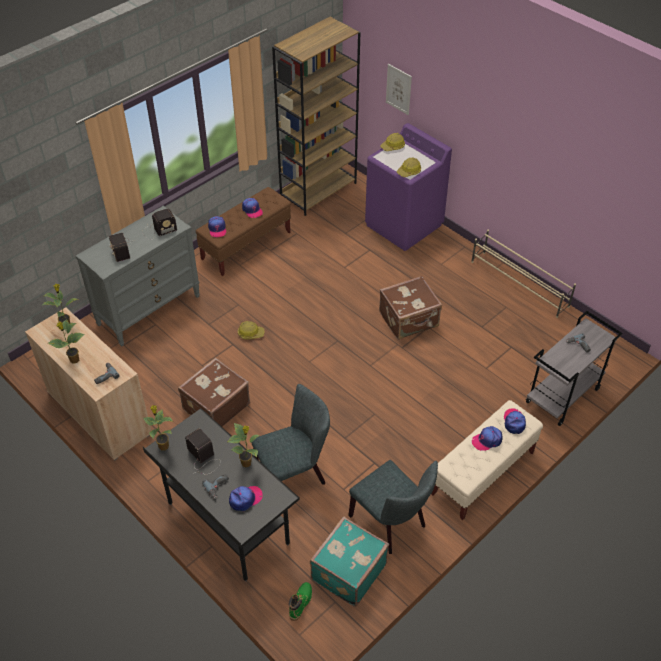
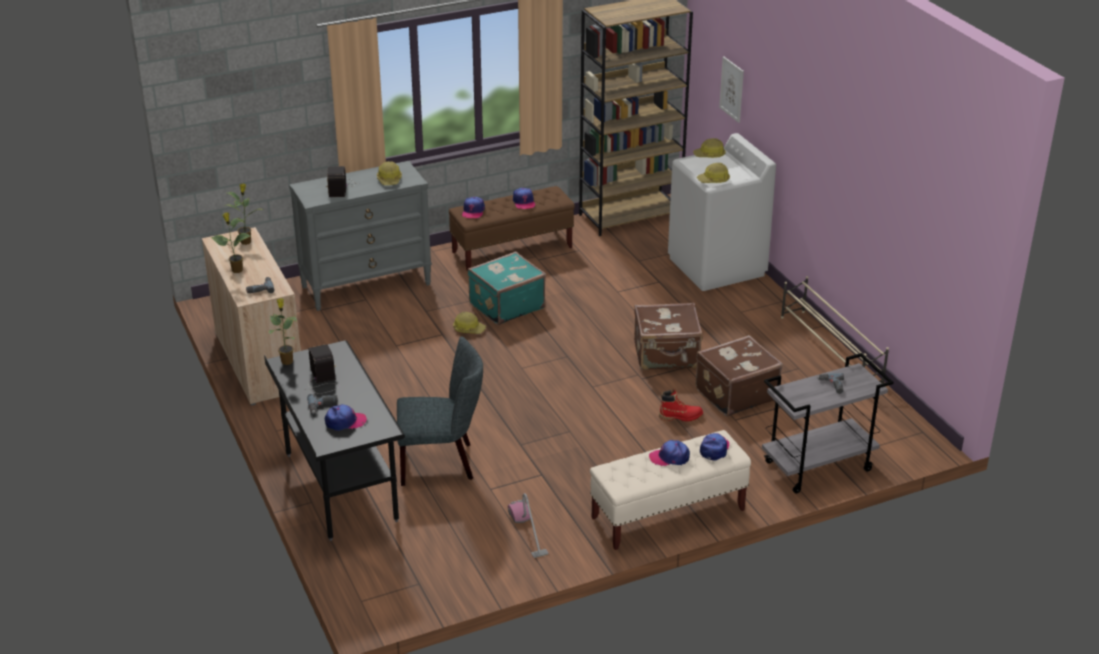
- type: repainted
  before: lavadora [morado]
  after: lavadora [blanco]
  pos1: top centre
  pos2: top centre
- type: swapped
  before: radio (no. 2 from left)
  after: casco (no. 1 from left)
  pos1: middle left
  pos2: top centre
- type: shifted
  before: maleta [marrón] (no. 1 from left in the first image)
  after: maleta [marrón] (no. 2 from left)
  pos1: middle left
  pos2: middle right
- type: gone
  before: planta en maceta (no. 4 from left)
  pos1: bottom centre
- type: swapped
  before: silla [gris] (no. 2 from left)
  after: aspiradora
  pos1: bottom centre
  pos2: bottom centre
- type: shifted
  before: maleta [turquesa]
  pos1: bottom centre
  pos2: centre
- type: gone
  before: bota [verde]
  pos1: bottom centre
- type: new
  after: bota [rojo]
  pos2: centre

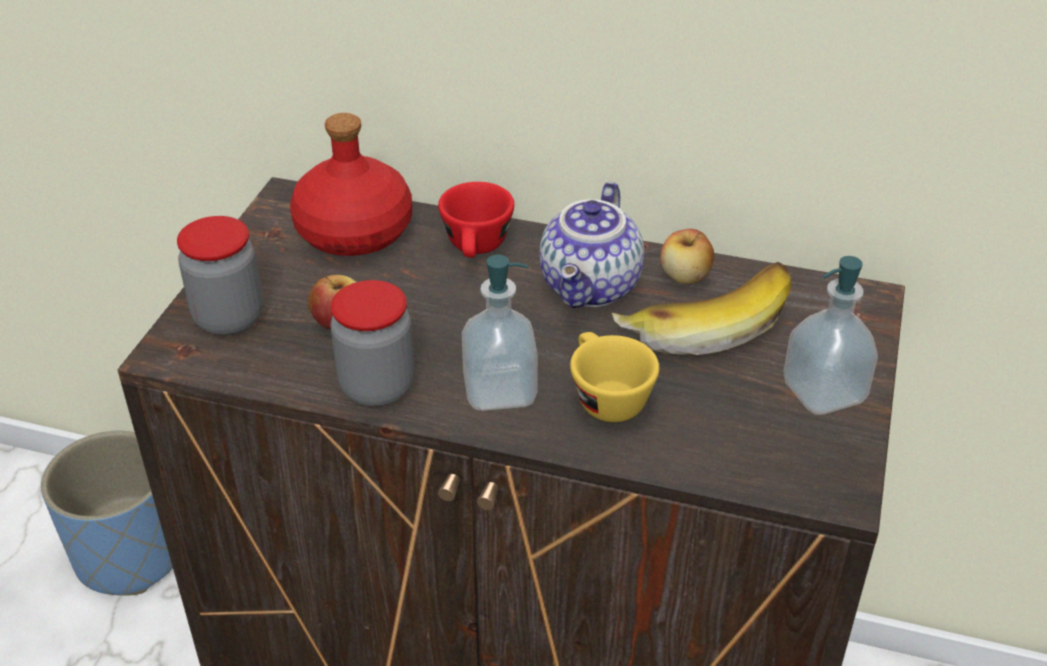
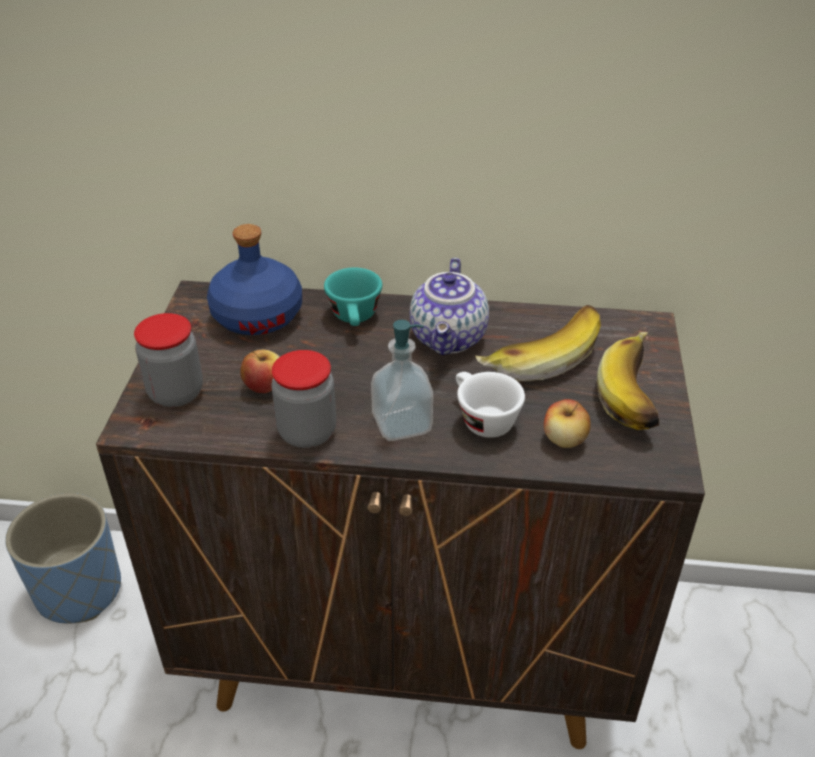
- type: repainted
  before: botella [rojo]
  after: botella [azul]
  pos1: top centre
  pos2: middle left
- type: repainted
  before: taza [rojo]
  after: taza [turquesa]
  pos1: top centre
  pos2: centre
- type: shifted
  before: manzana (no. 2 from left)
  pos1: centre
  pos2: middle right
- type: swapped
  before: dispensador de jabón (no. 2 from left)
  after: plátano (no. 2 from left)
  pos1: middle right
  pos2: middle right
- type: repainted
  before: taza [amarillo]
  after: taza [blanco]
  pos1: centre
  pos2: centre

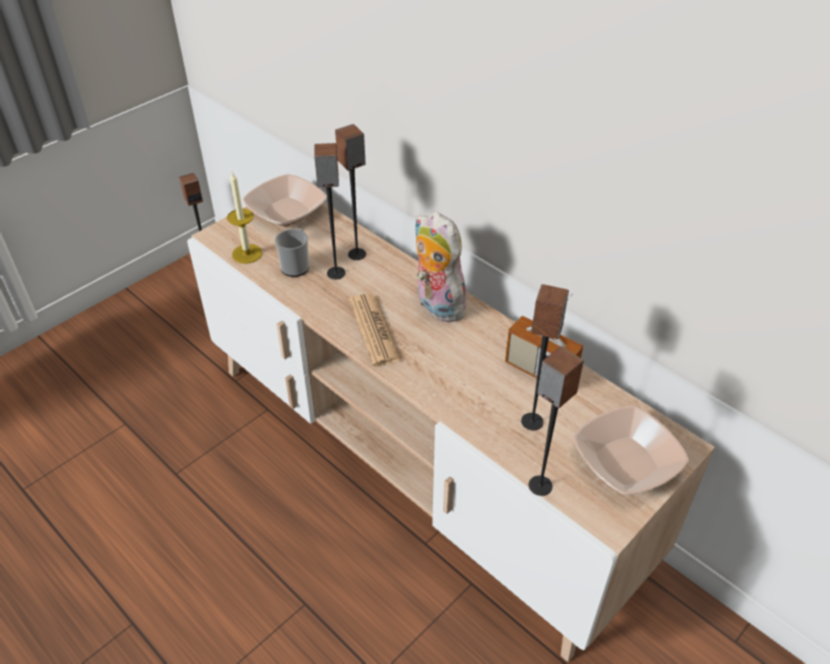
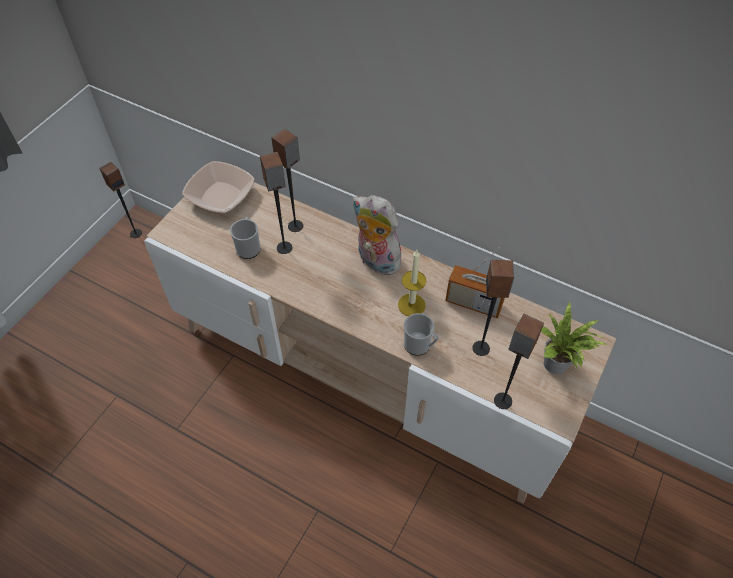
- type: shifted
  before: vela
  pos1: top left
  pos2: centre
- type: gone
  before: periódico
  pos1: centre
- type: swapped
  before: cuenco (no. 2 from left)
  after: planta en maceta
  pos1: bottom right
  pos2: middle right
- type: new
  after: taza grande (no. 2 from left)
  pos2: centre

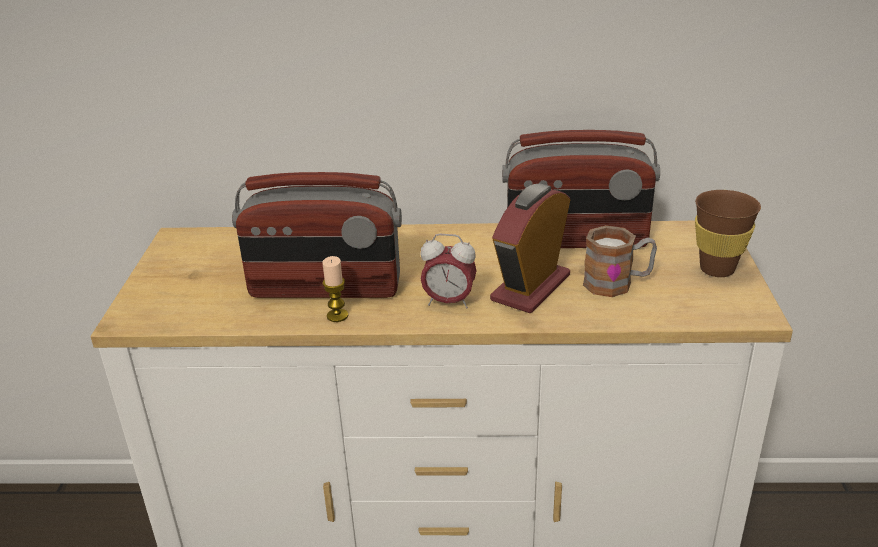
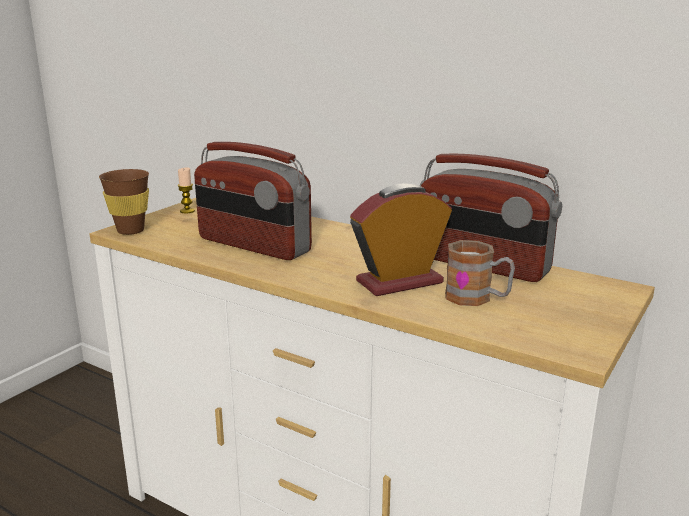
- type: shifted
  before: taza [marrón]
  pos1: middle right
  pos2: middle left
- type: gone
  before: despertador (no. 1 from left)
  pos1: centre
- type: shifted
  before: vela
  pos1: centre
  pos2: middle left

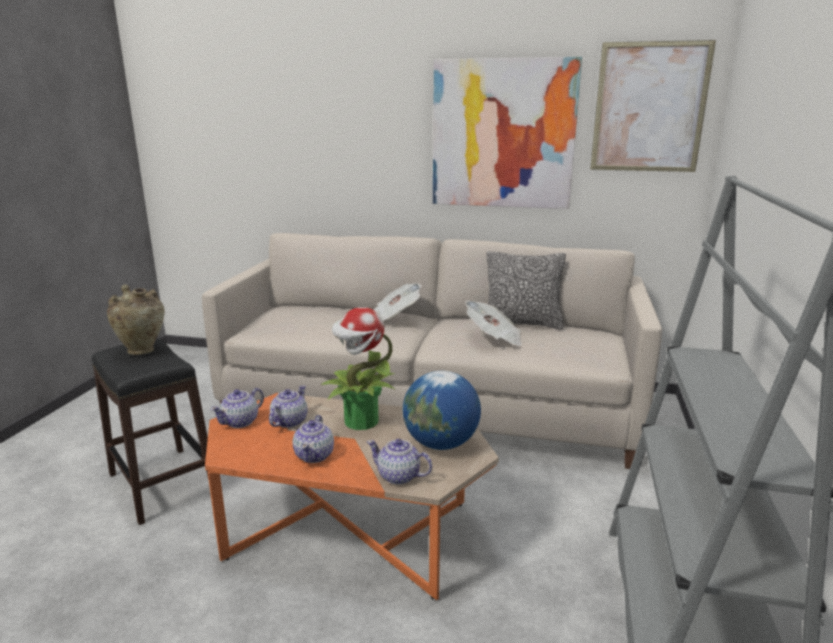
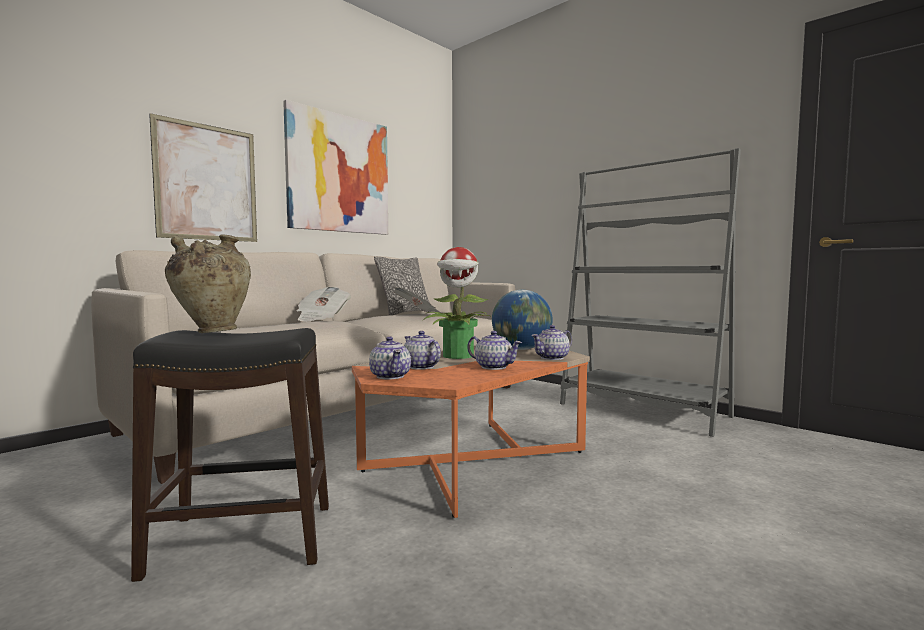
- type: shifted
  before: cuadro (no. 2 from left in the first image)
  after: cuadro (no. 1 from left)
  pos1: top right
  pos2: top left

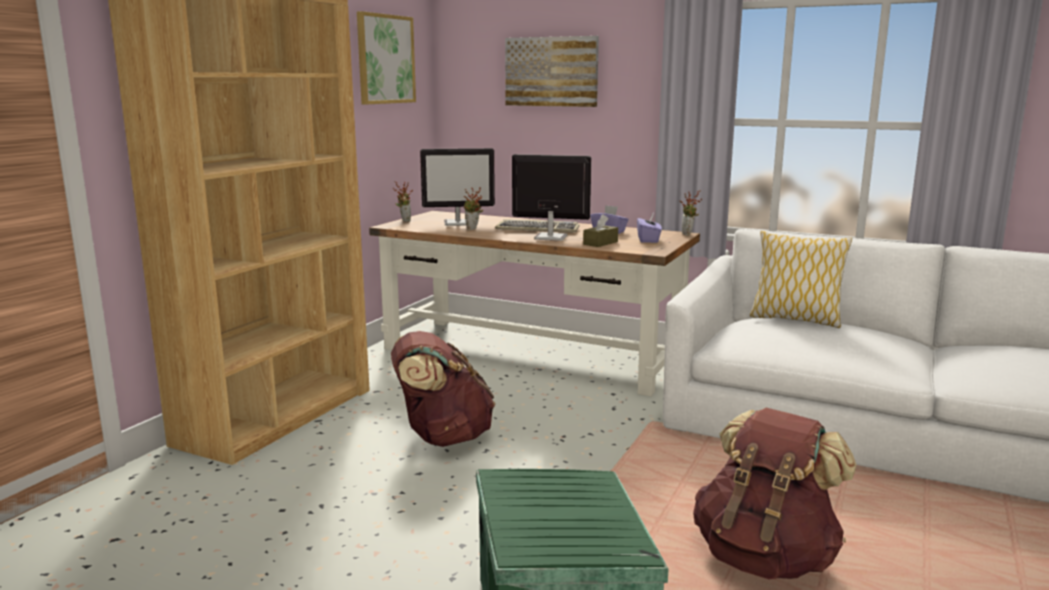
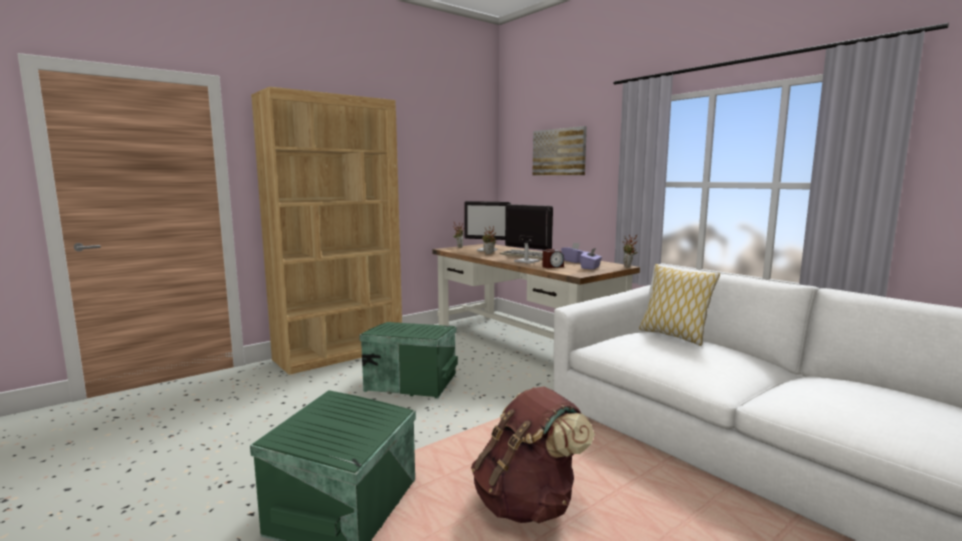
- type: gone
  before: cuadro (no. 1 from left)
  pos1: top centre
- type: swapped
  before: caja de pañuelos [marrón]
  after: despertador
  pos1: centre
  pos2: centre
- type: swapped
  before: mochila [marrón] (no. 1 from left)
  after: caja de almacenaje [verde] (no. 2 from left)
  pos1: centre
  pos2: centre

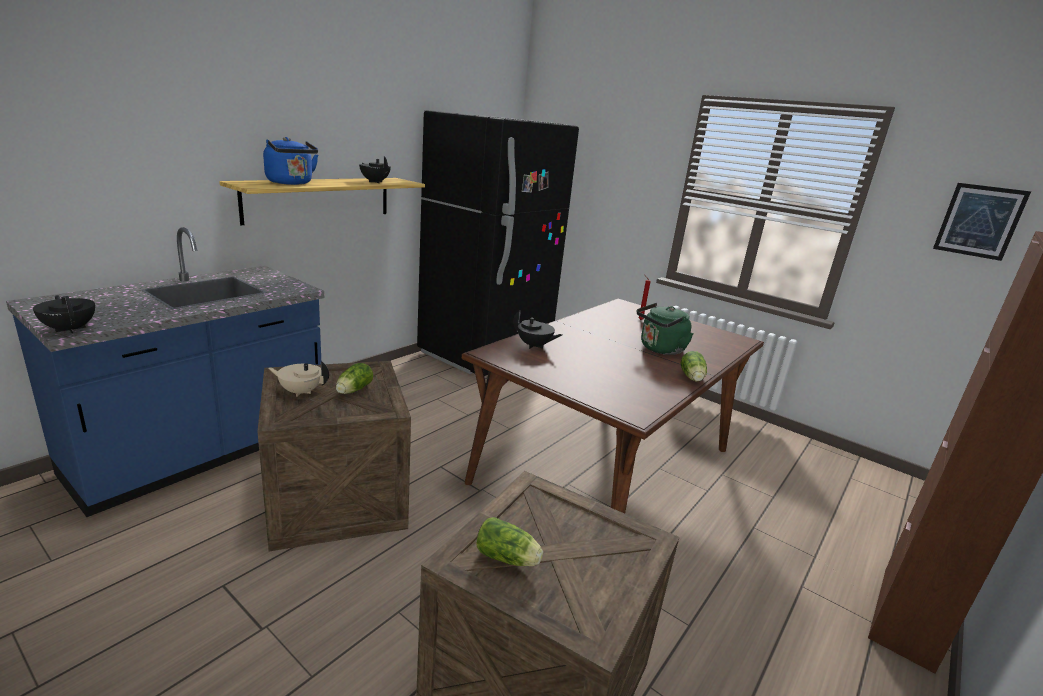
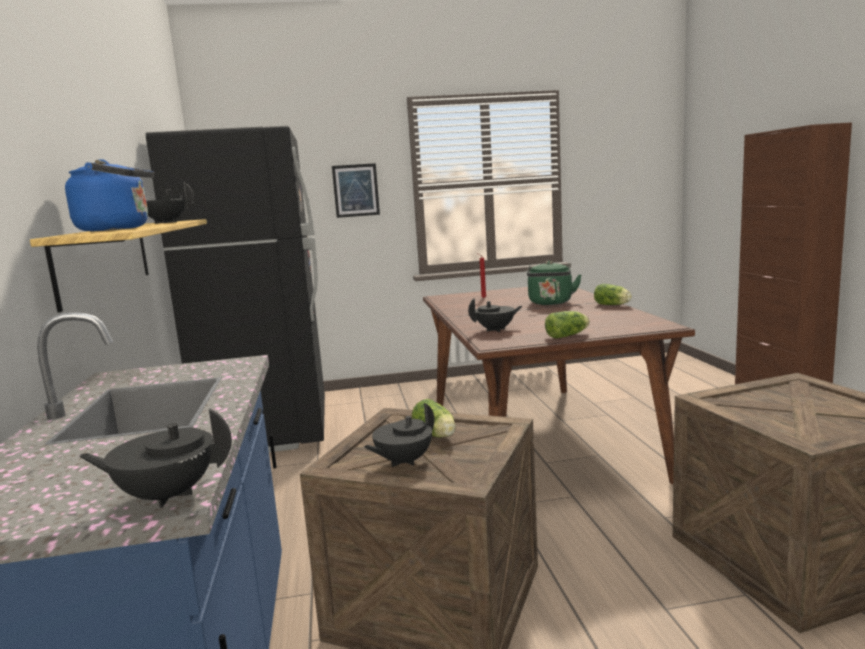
- type: shifted
  before: cuadro
  pos1: top right
  pos2: top centre
- type: repainted
  before: tetera [beis]
  after: tetera [negro] (no. 3 from left)
  pos1: middle left
  pos2: bottom centre
- type: shifted
  before: lechuga (no. 2 from left)
  pos1: bottom centre
  pos2: centre

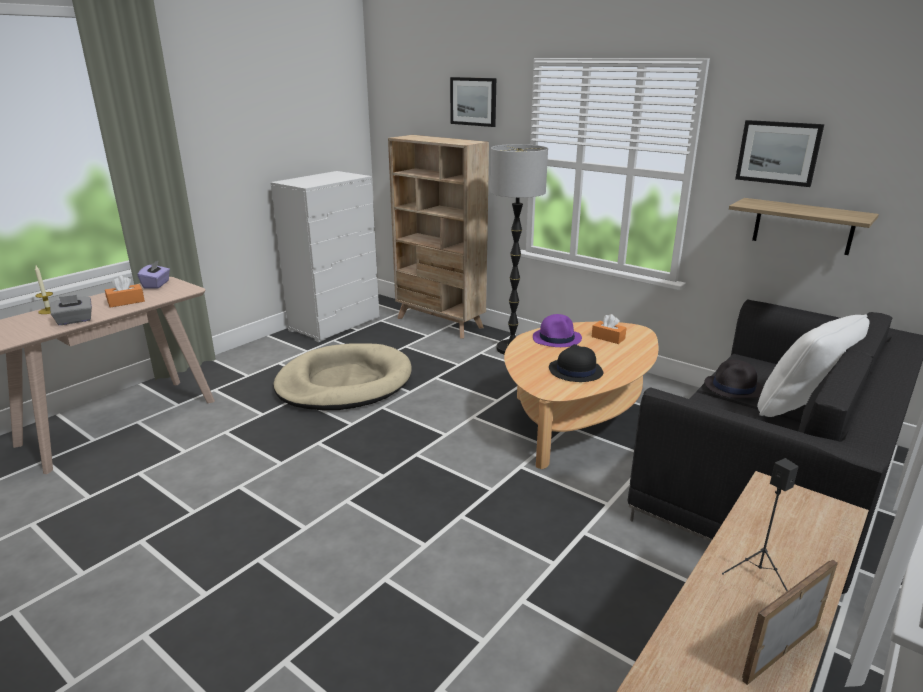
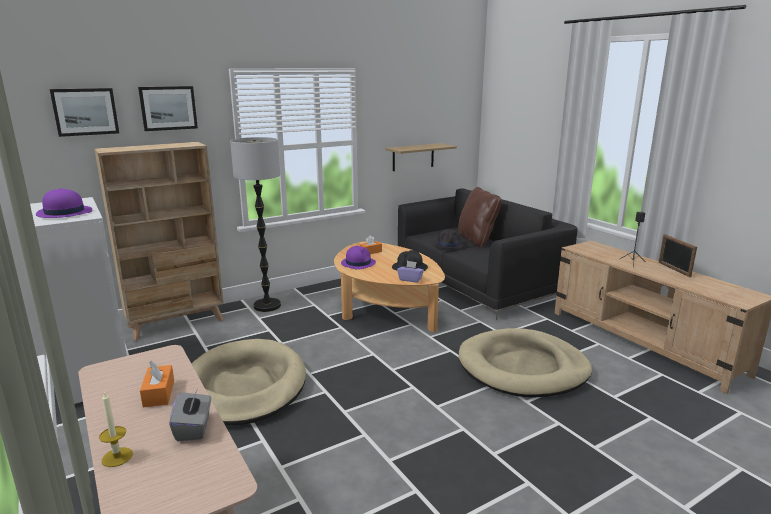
- type: shifted
  before: cuadro (no. 2 from left in the first image)
  after: cuadro (no. 1 from left)
  pos1: top right
  pos2: top left
- type: shifted
  before: caja de pañuelos [morado]
  pos1: middle left
  pos2: centre
- type: repainted
  before: cojín [blanco]
  after: cojín [marrón]
  pos1: middle right
  pos2: centre
- type: new
  after: sombrero [morado] (no. 1 from left)
  pos2: middle left
- type: new
  after: cama para perro [beis] (no. 2 from left)
  pos2: bottom right

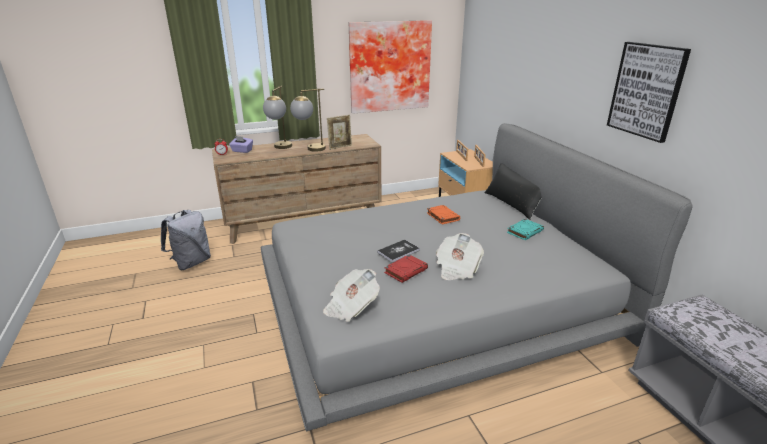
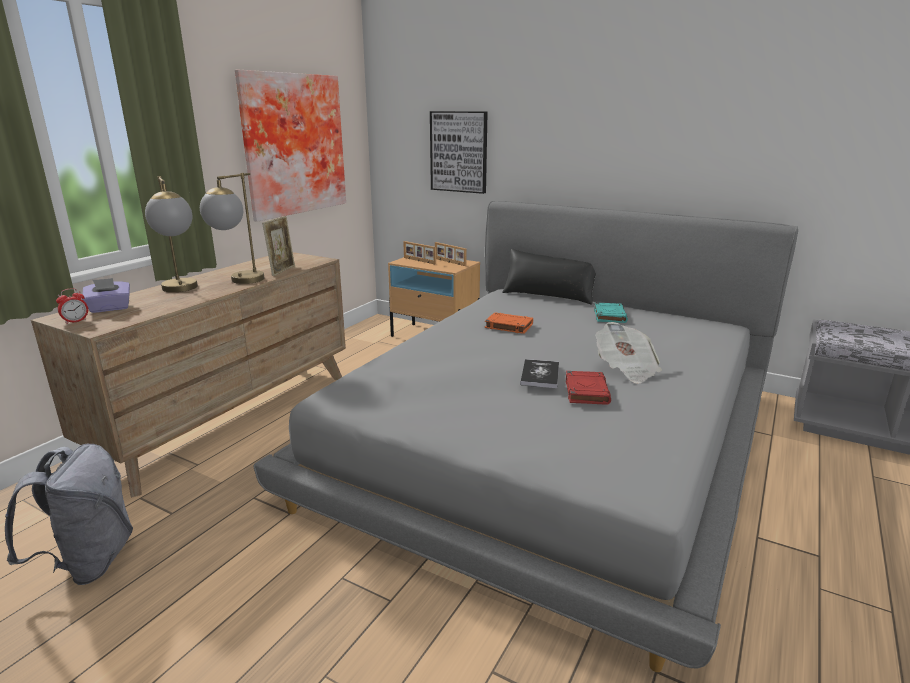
- type: shifted
  before: cuadro (no. 2 from left)
  pos1: top right
  pos2: top centre
- type: gone
  before: periódico (no. 1 from left)
  pos1: centre

